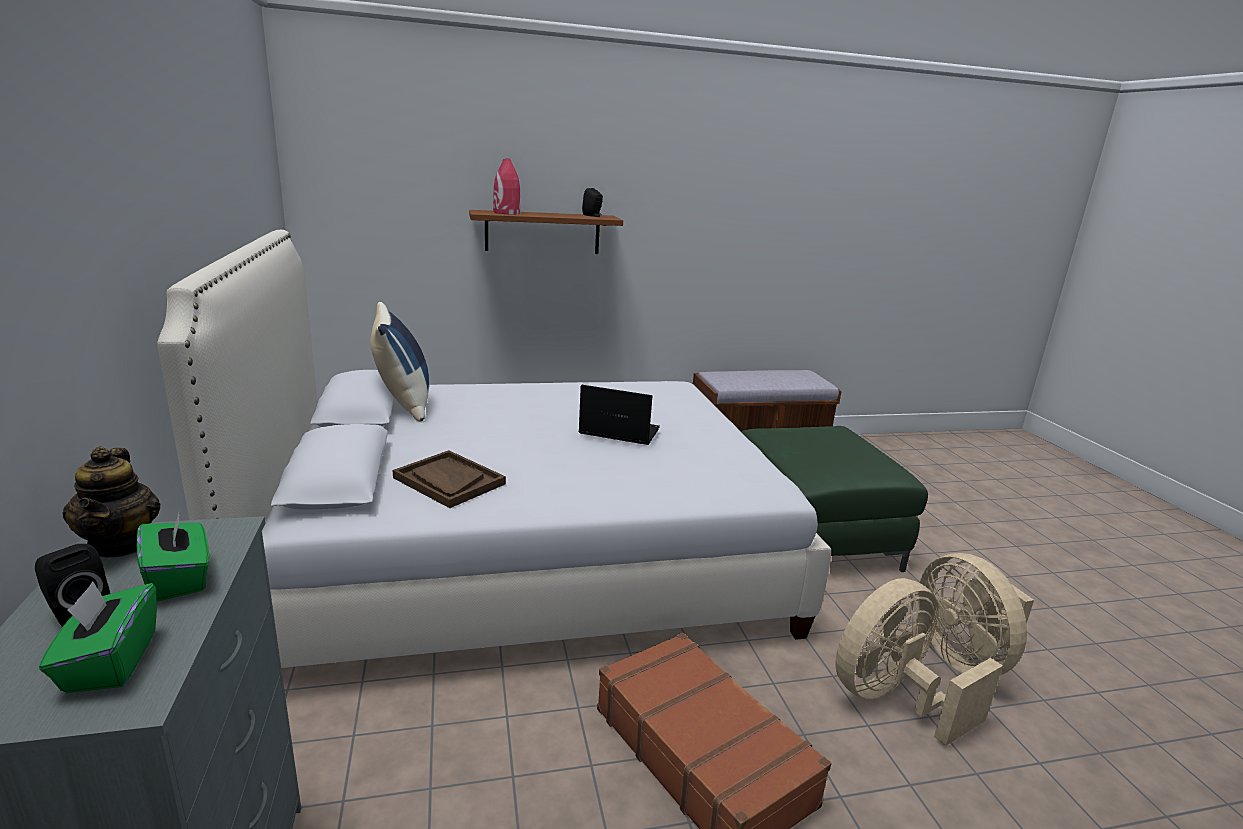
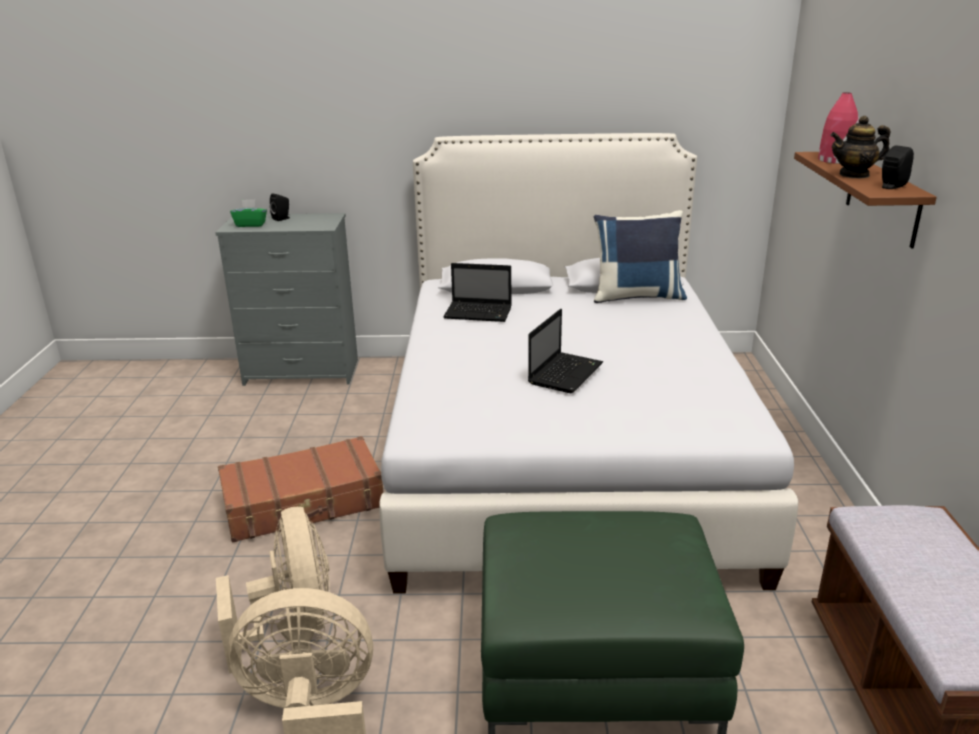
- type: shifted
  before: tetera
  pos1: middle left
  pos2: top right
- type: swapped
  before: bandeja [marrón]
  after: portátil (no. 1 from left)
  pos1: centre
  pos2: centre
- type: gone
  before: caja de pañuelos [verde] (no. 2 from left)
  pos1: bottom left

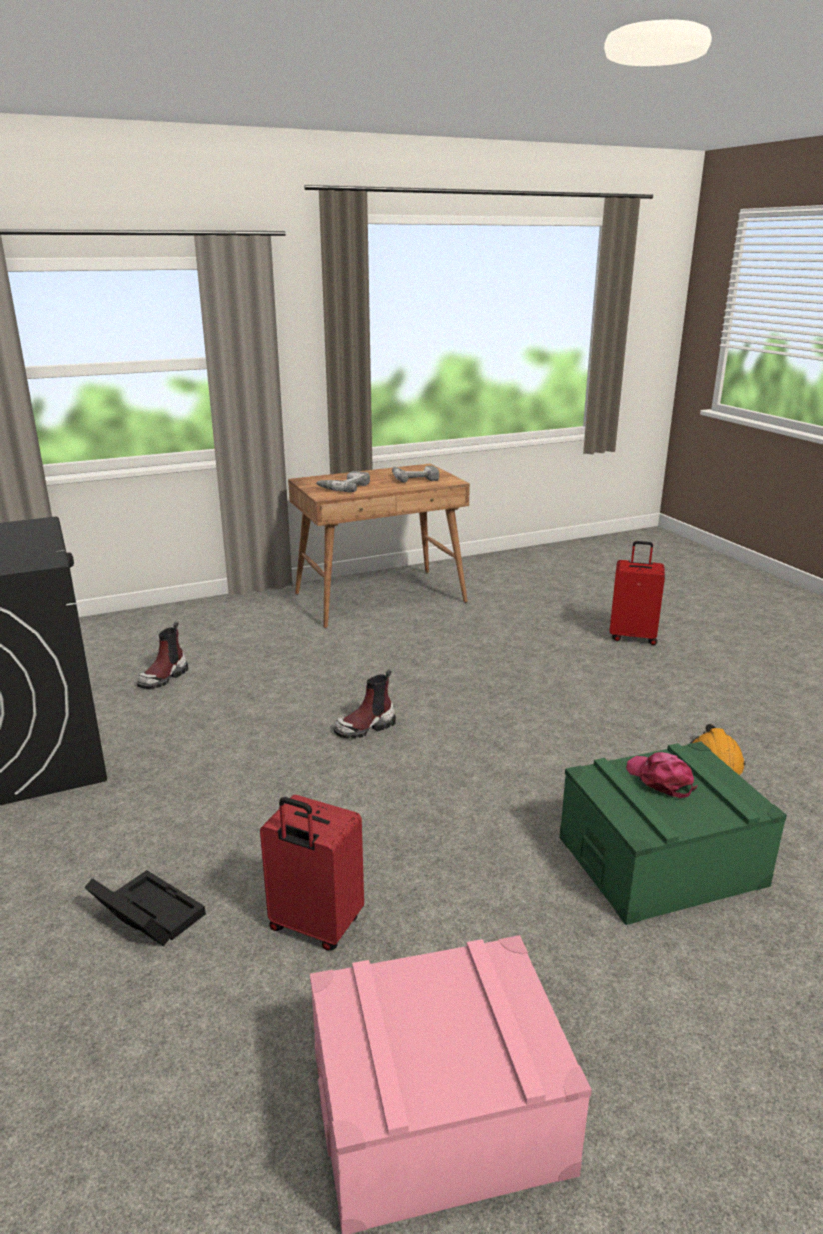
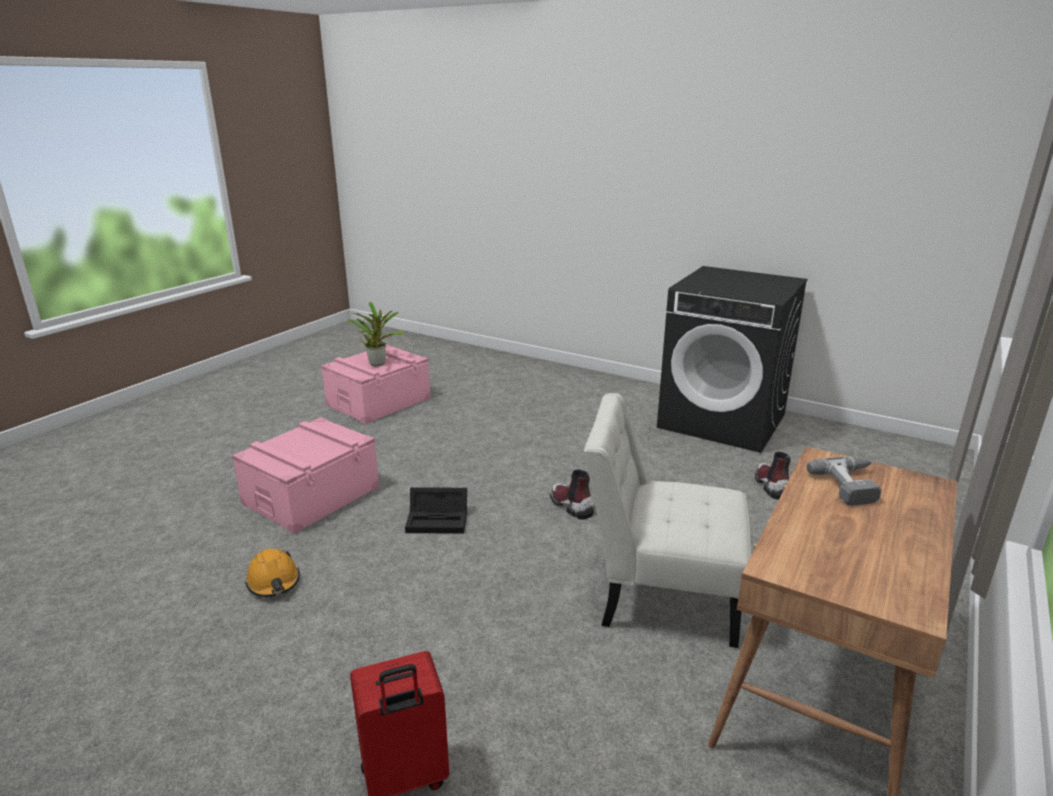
- type: gone
  before: taladro (no. 2 from left)
  pos1: centre
- type: rotated
  before: bota (no. 2 from left in the first image)
  pos1: centre
  pos2: centre
  turn: -60
- type: repainted
  before: caja de almacenaje [verde]
  after: caja de almacenaje [rosa] (no. 1 from left)
  pos1: bottom right
  pos2: middle left
- type: gone
  before: gorra [rosa]
  pos1: middle right
- type: gone
  before: maleta [rojo] (no. 1 from left)
  pos1: bottom centre
- type: shifted
  before: caja de almacenaje [negro]
  pos1: bottom left
  pos2: centre
- type: new
  after: planta en maceta
  pos2: centre
- type: new
  after: silla [blanco]
  pos2: centre

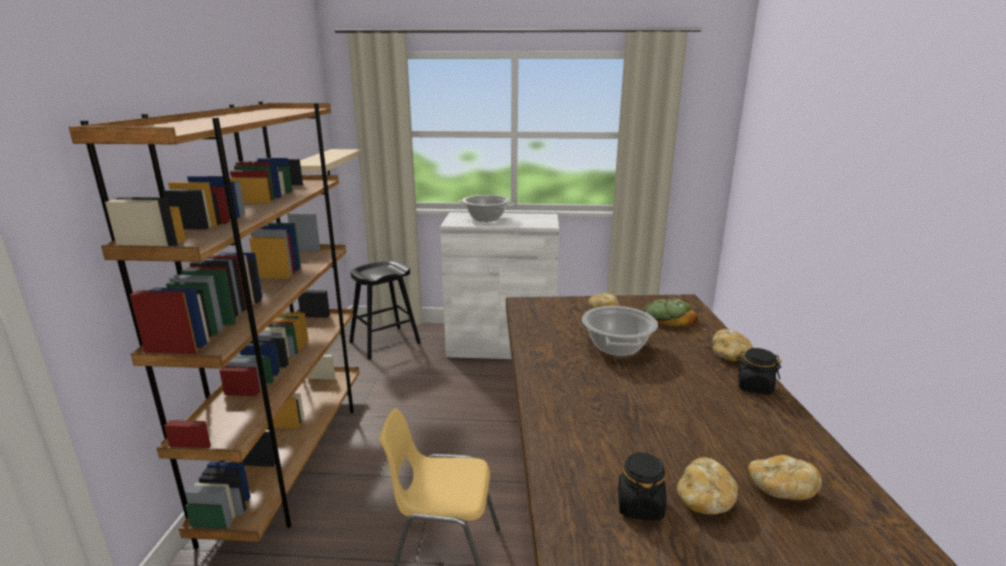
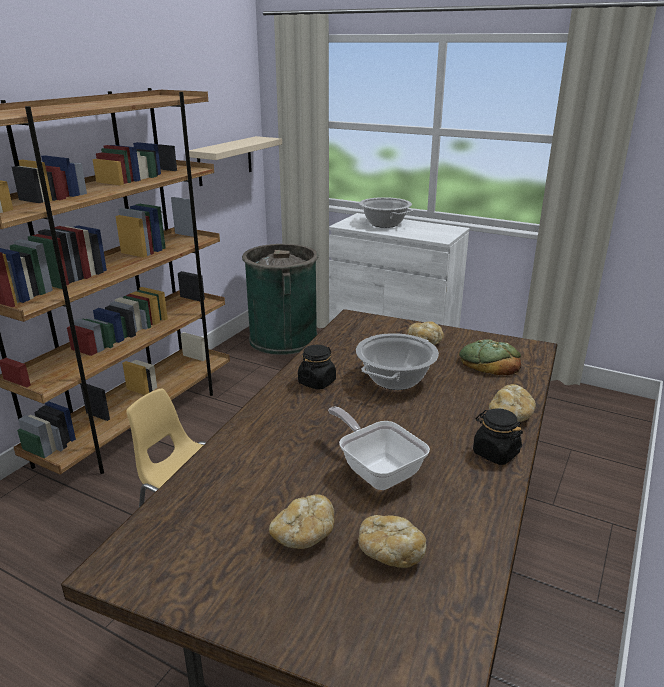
- type: swapped
  before: taburete [negro]
  after: papelera [verde]
  pos1: centre
  pos2: centre
- type: shifted
  before: tarro [negro] (no. 1 from left)
  pos1: bottom centre
  pos2: centre
- type: new
  after: sartén
  pos2: centre

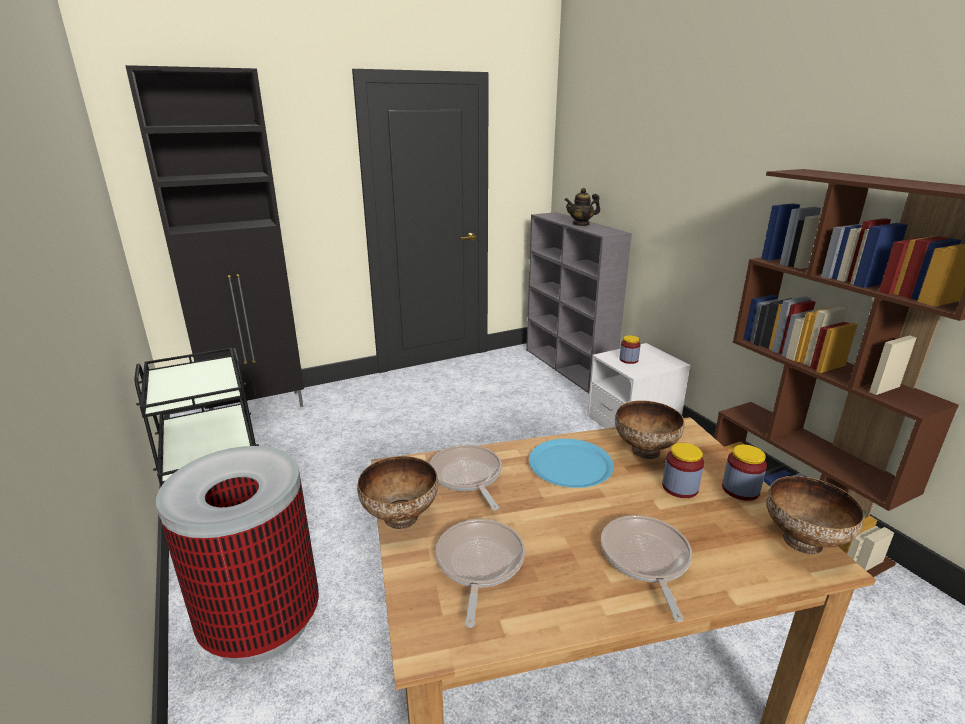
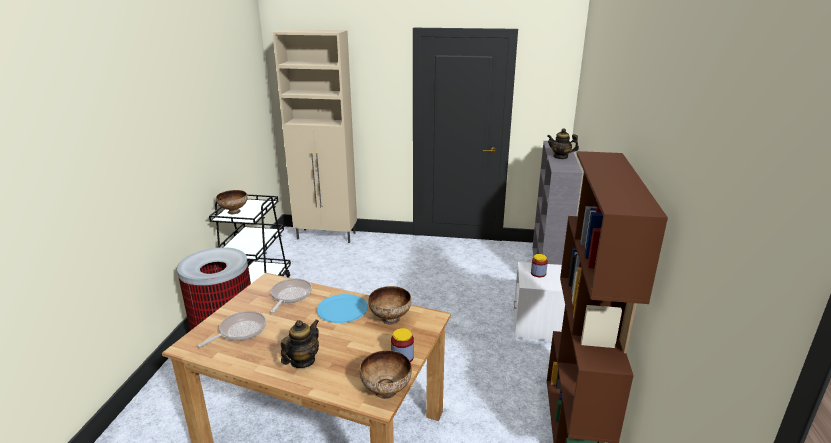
- type: repainted
  before: armario [negro]
  after: armario [beis]
  pos1: top left
  pos2: top centre
- type: gone
  before: tarro (no. 2 from left)
  pos1: middle right
- type: shifted
  before: cuenco (no. 1 from left)
  pos1: bottom centre
  pos2: middle left
- type: swapped
  before: sartén (no. 3 from left)
  after: tetera (no. 1 from left)
  pos1: bottom right
  pos2: bottom centre

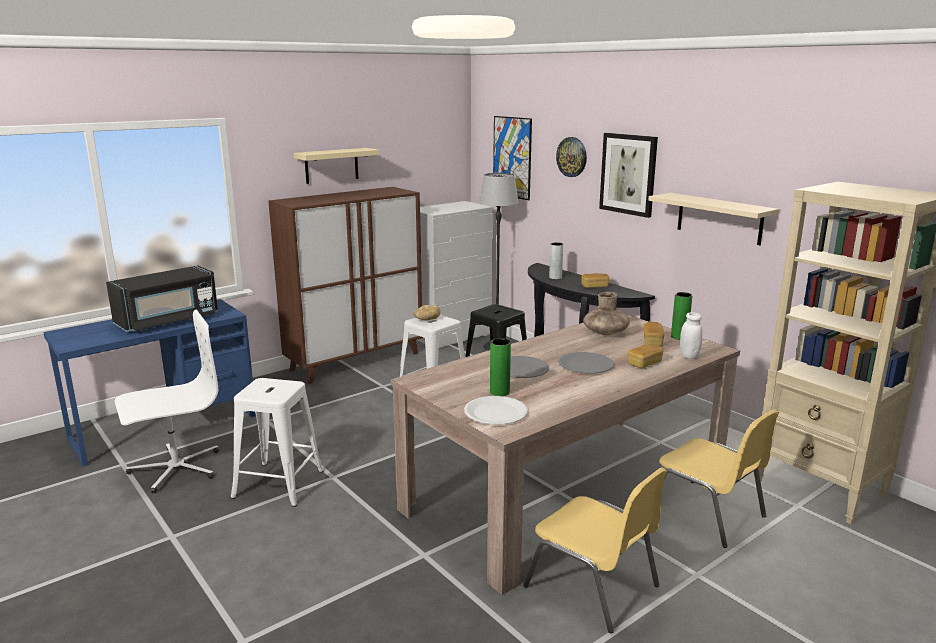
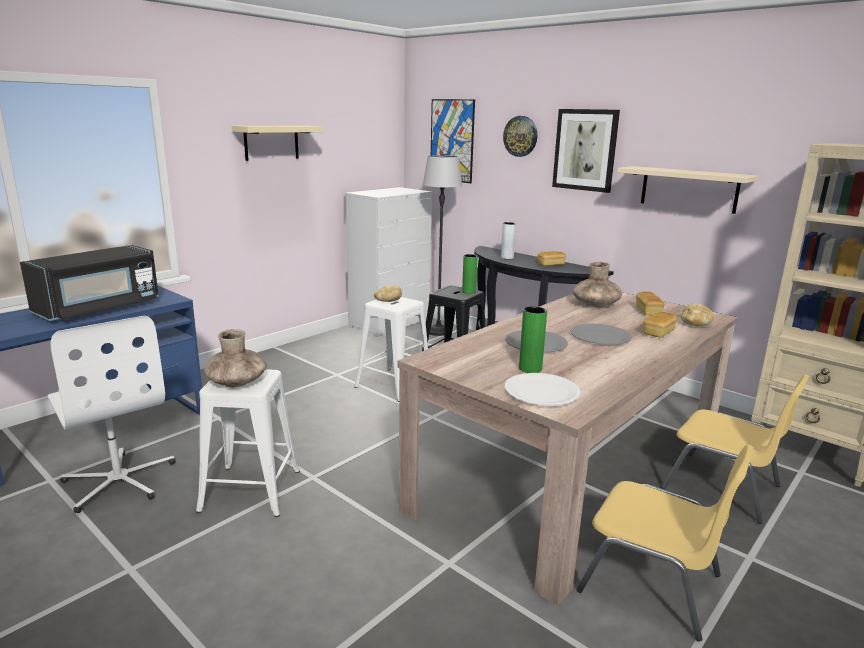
- type: gone
  before: armario [marrón]
  pos1: centre
- type: shifted
  before: florero [verde] (no. 2 from left in the first image)
  after: florero [verde] (no. 1 from left)
  pos1: middle right
  pos2: centre
- type: rotated
  before: silla de oficina [blanco]
  pos1: middle left
  pos2: middle left
  turn: 90
- type: swapped
  before: tarro [blanco]
  after: pan (no. 5 from left)
  pos1: middle right
  pos2: middle right
- type: new
  after: florero [marrón] (no. 1 from left)
  pos2: middle left

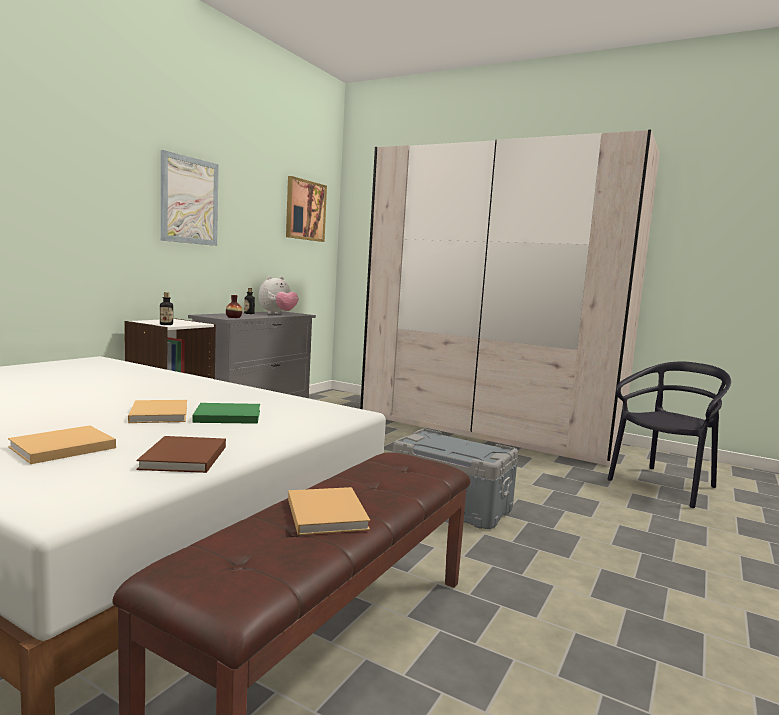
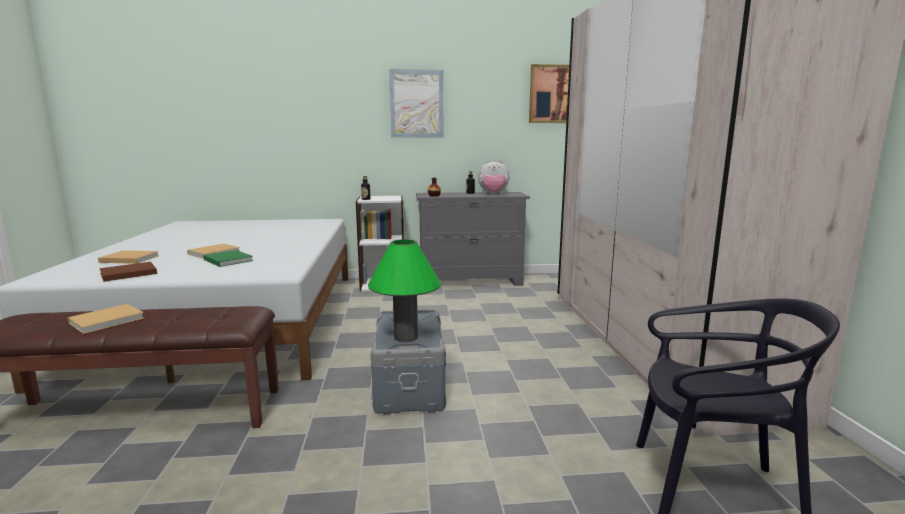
- type: new
  after: lámpara de mesa [verde]
  pos2: centre

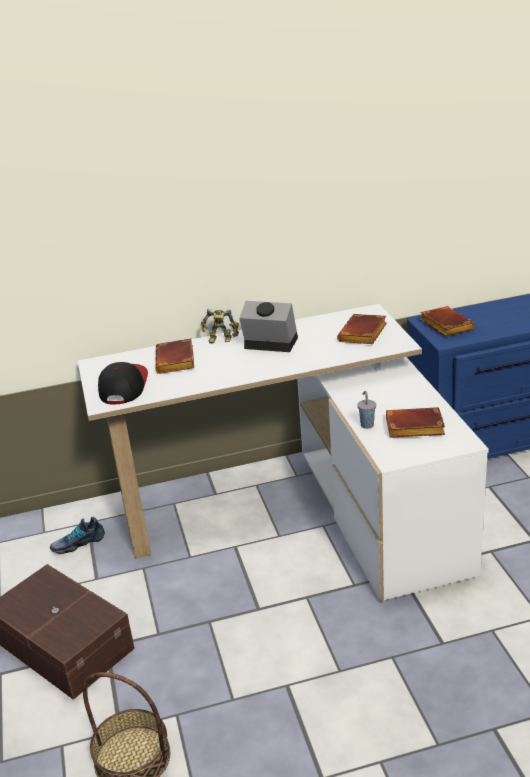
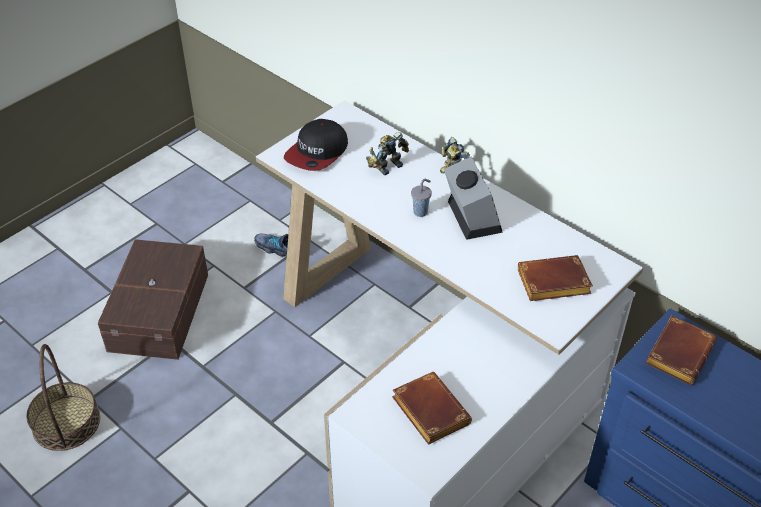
- type: swapped
  before: libro [marrón] (no. 1 from left)
  after: robot de juguete (no. 1 from left)
  pos1: middle left
  pos2: top centre
- type: rotated
  before: gorra
  pos1: middle left
  pos2: top centre
  turn: 150
- type: shifted
  before: taza [gris]
  pos1: middle right
  pos2: centre

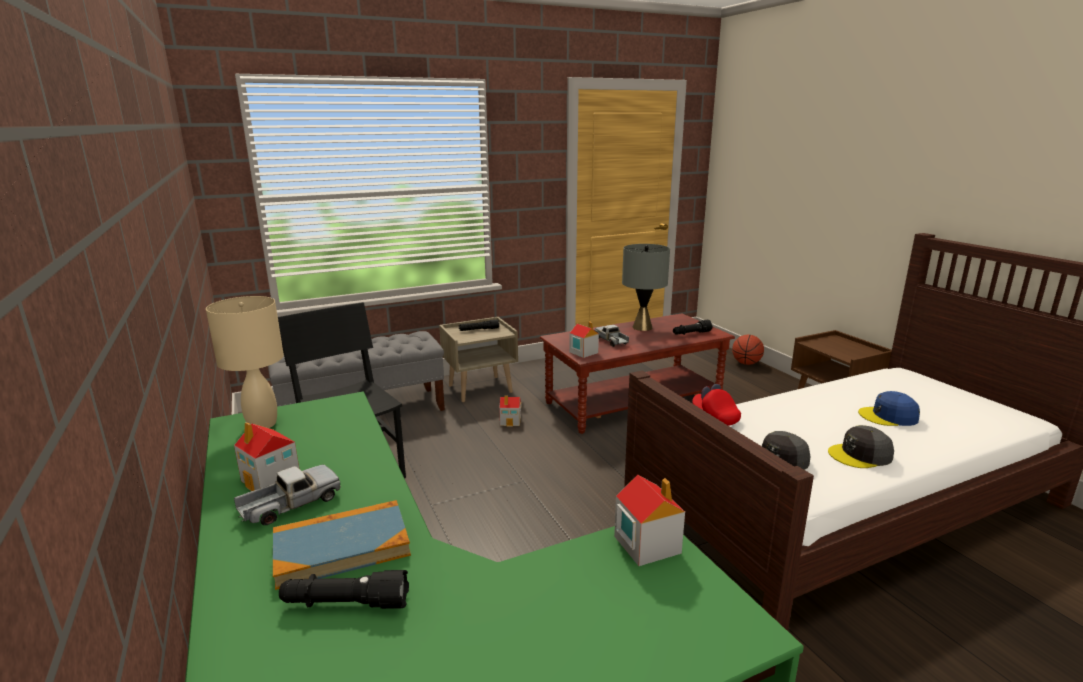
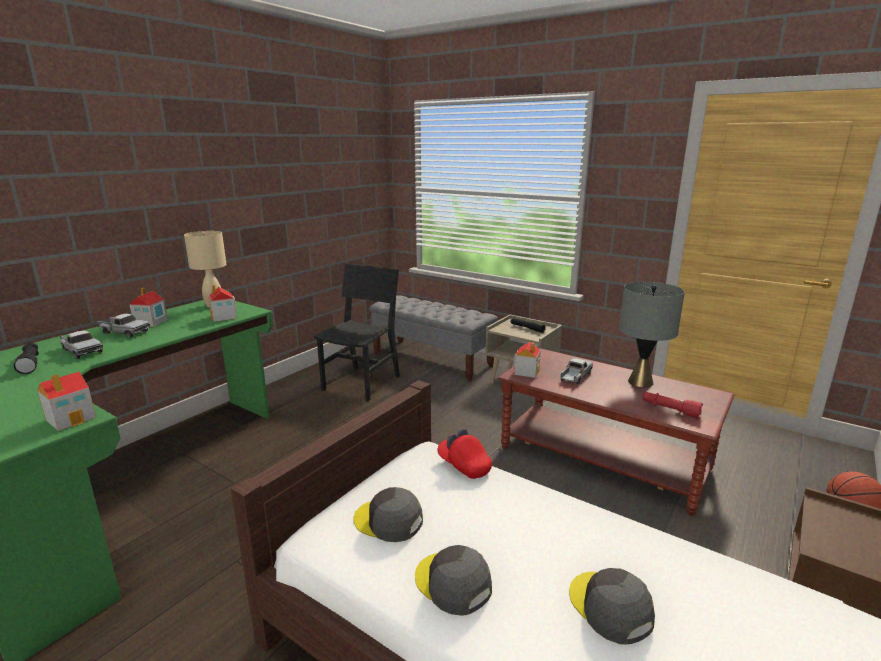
- type: repainted
  before: linterna [negro] (no. 3 from left)
  after: linterna [rojo]
  pos1: centre
  pos2: middle right
- type: rotated
  before: gorra [rojo]
  pos1: centre
  pos2: bottom centre
  turn: -75
- type: repainted
  before: gorra [azul]
  after: gorra [gris] (no. 3 from left)
  pos1: middle right
  pos2: bottom right
- type: shifted
  before: casita (no. 2 from left in the first image)
  after: casita (no. 3 from left)
  pos1: centre
  pos2: middle left
- type: swapped
  before: libro
  after: camión de juguete (no. 1 from left)
  pos1: bottom left
  pos2: middle left

